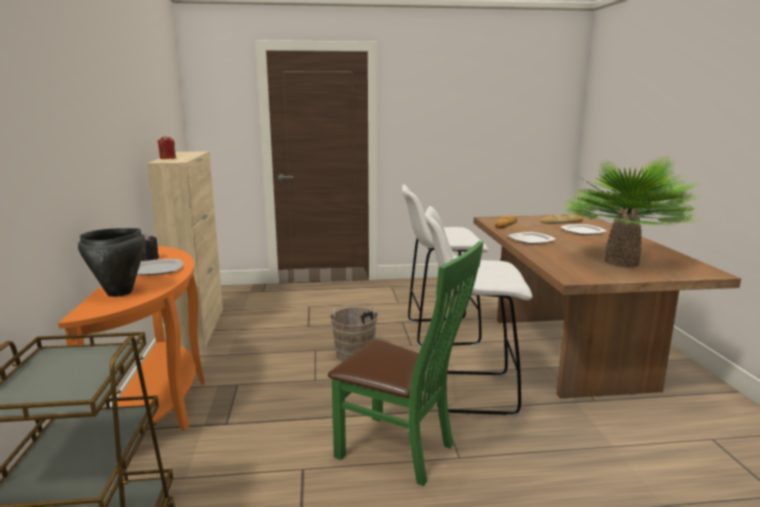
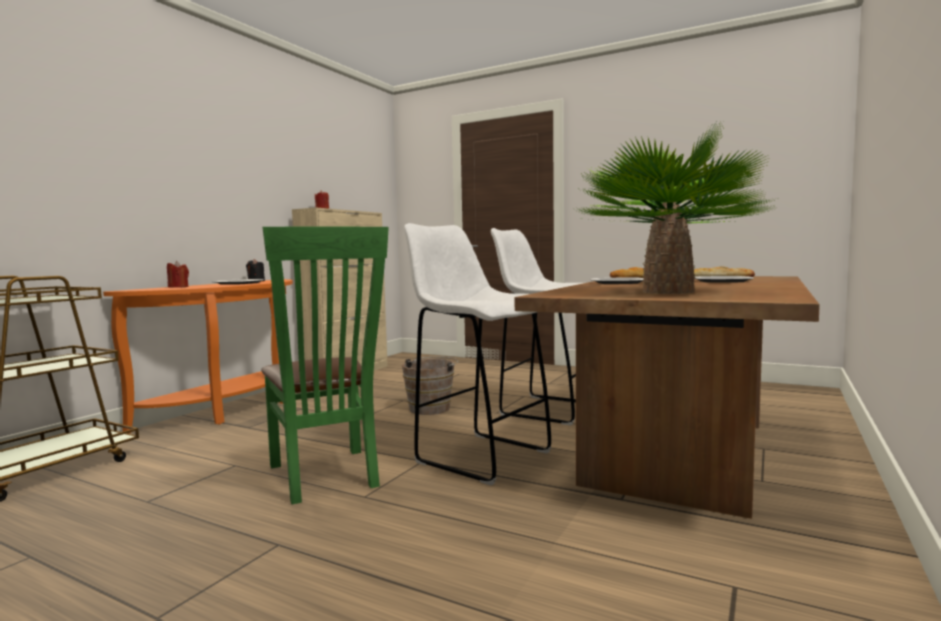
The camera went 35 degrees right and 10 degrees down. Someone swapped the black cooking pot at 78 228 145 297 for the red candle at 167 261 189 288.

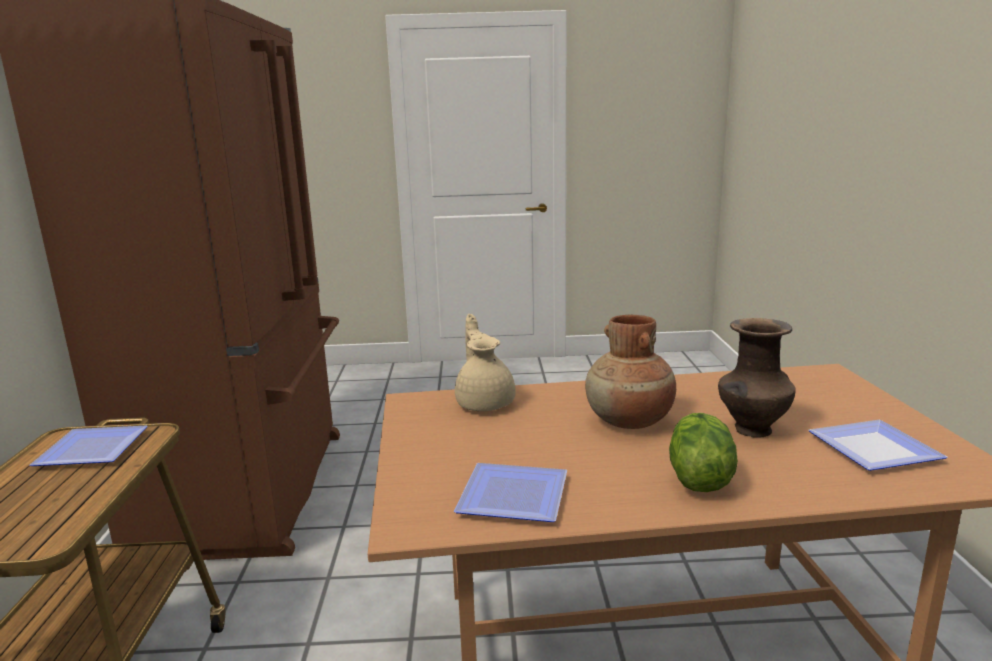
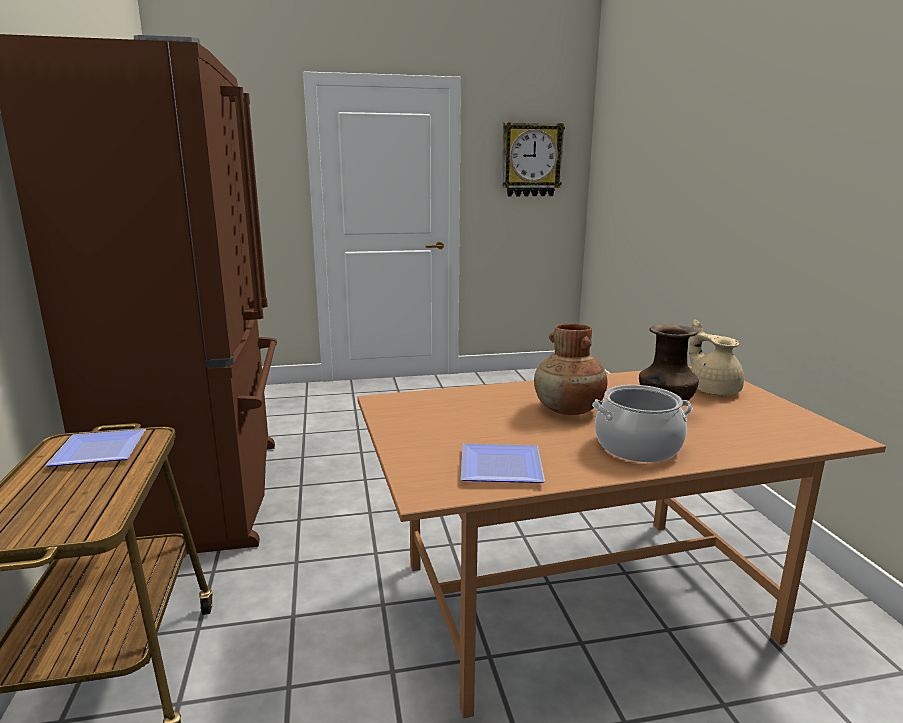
The camera went 10 degrees left and 0 degrees up. Someone carried the beige teapot from 455 314 516 411 to 689 320 744 396. Someone swapped the lettuce at 669 413 738 492 for the cooking pot at 592 385 693 462. Someone took away the plate at 808 420 948 471. Someone put up the wall clock at 502 122 565 196.

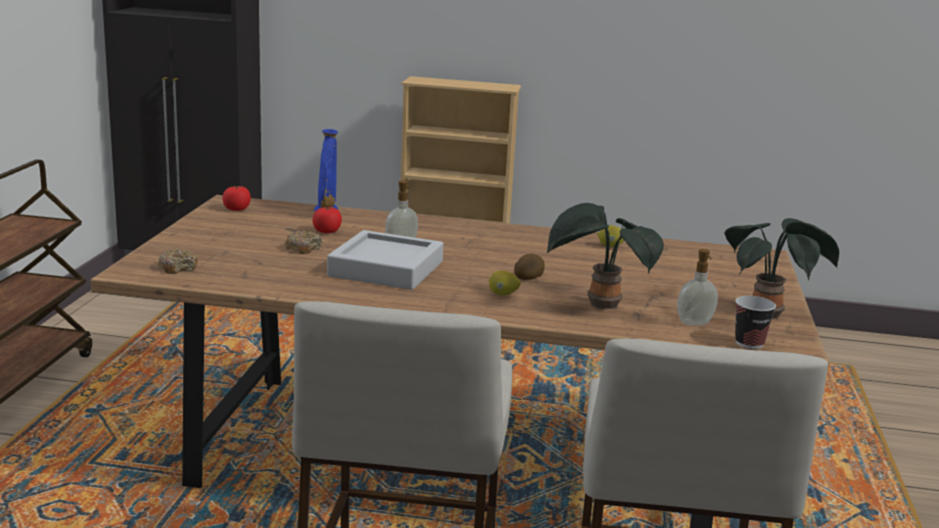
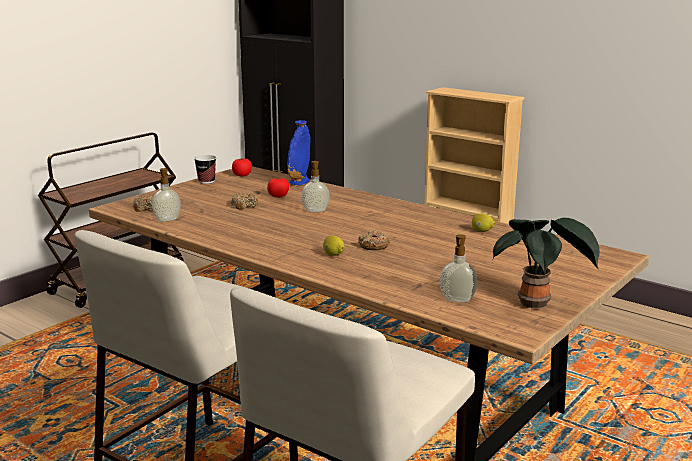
The camera went 30 degrees right and 0 degrees up. Someone took away the grey tray at 327 230 443 290. Someone swapped the potato at 514 254 545 280 for the donut at 358 231 390 250. Someone took away the potted plant at 547 203 664 309. Someone carried the cup from 735 296 776 349 to 194 155 217 184. Someone put down the soap dispenser at 152 168 181 222.

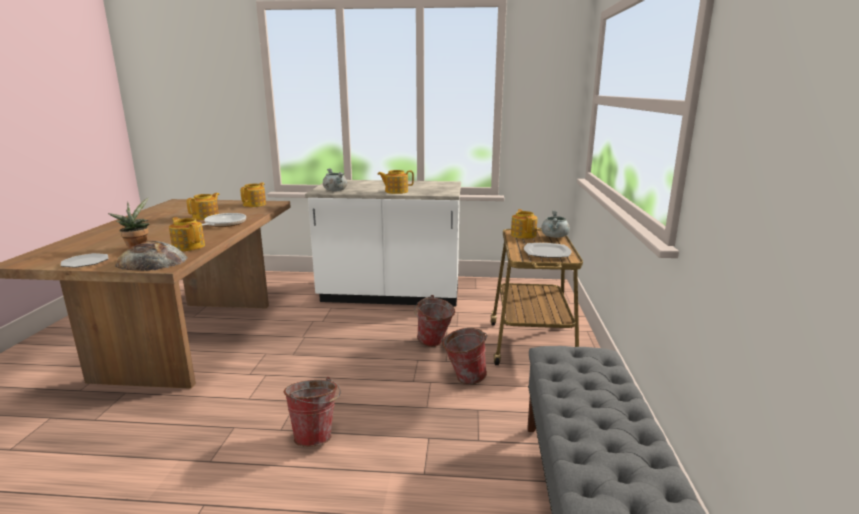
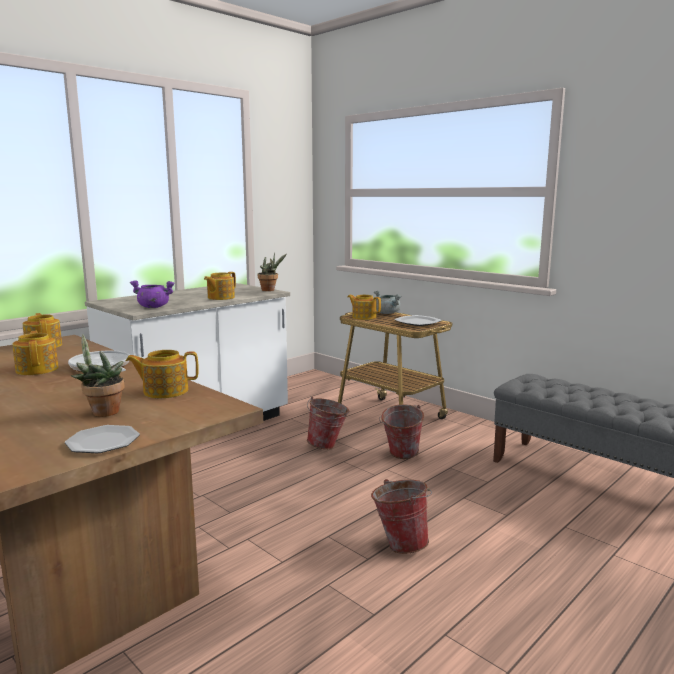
The camera went 50 degrees left and 5 degrees down. Someone took away the bread at 115 241 188 271. Someone repainted the grey cooking pot at 323 168 347 191, which became the purple cooking pot at 130 280 175 308. Someone put down the potted plant at 258 252 287 291.

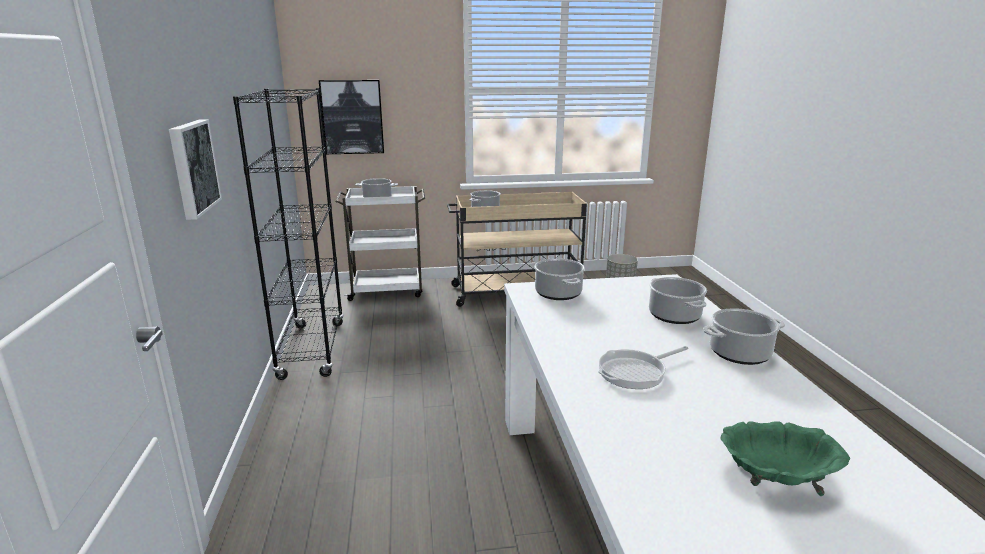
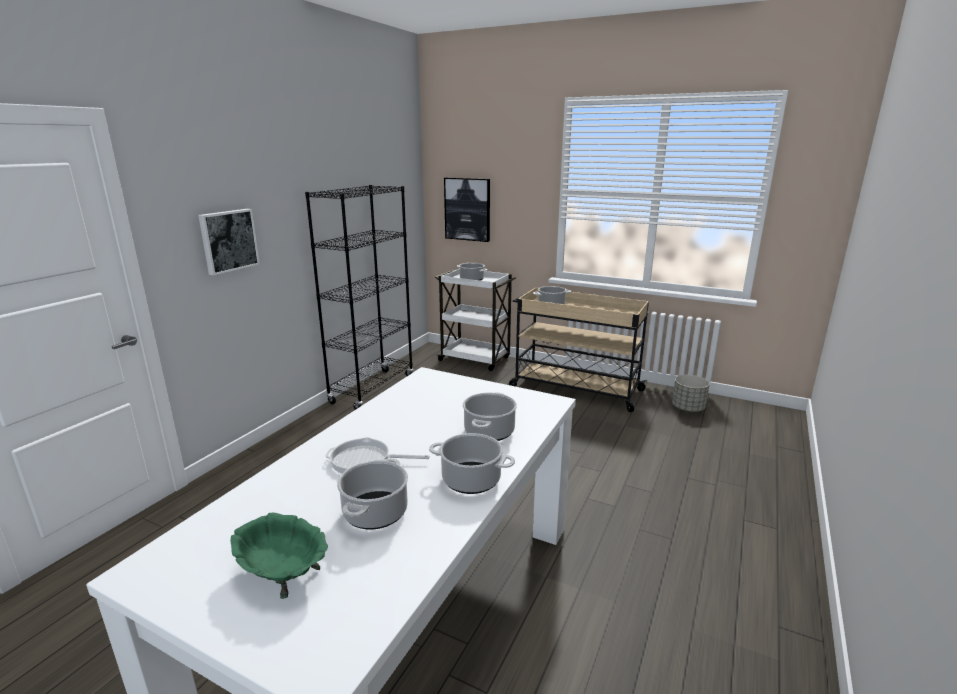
The camera went 35 degrees right and 0 degrees up. Someone carried the cooking pot from 534 258 585 300 to 337 458 408 530.

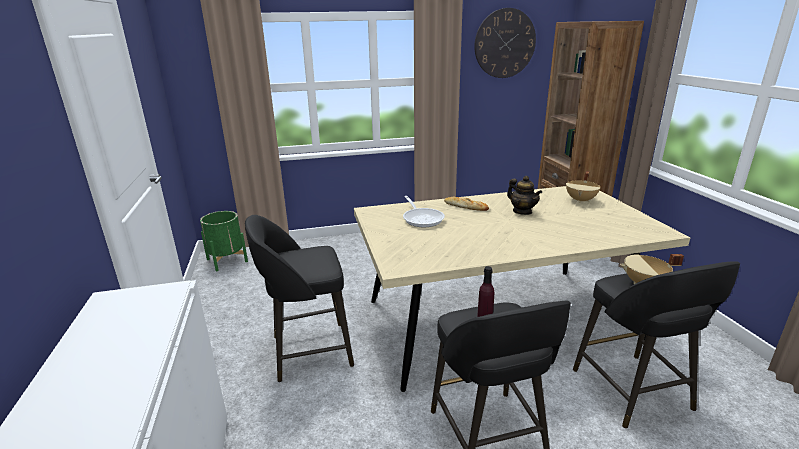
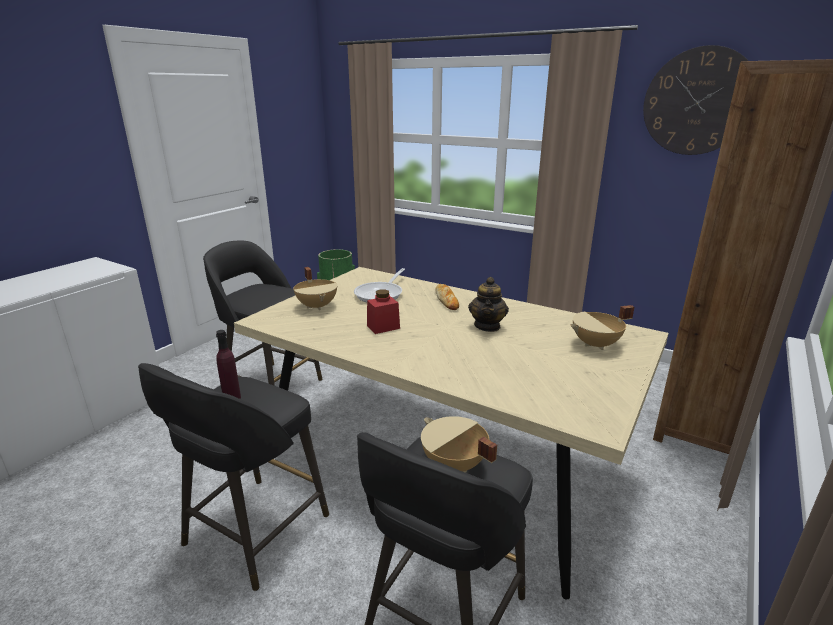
The camera went 45 degrees right and 0 degrees up. Someone put down the beige cooking pot at 293 267 338 310. Someone put down the red jar at 367 289 400 334.

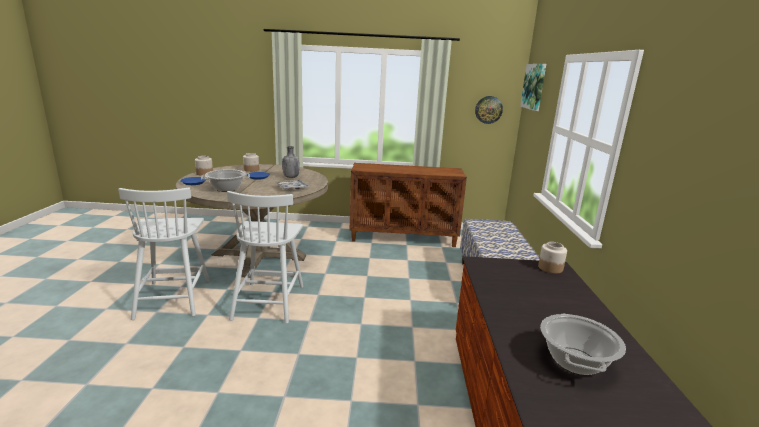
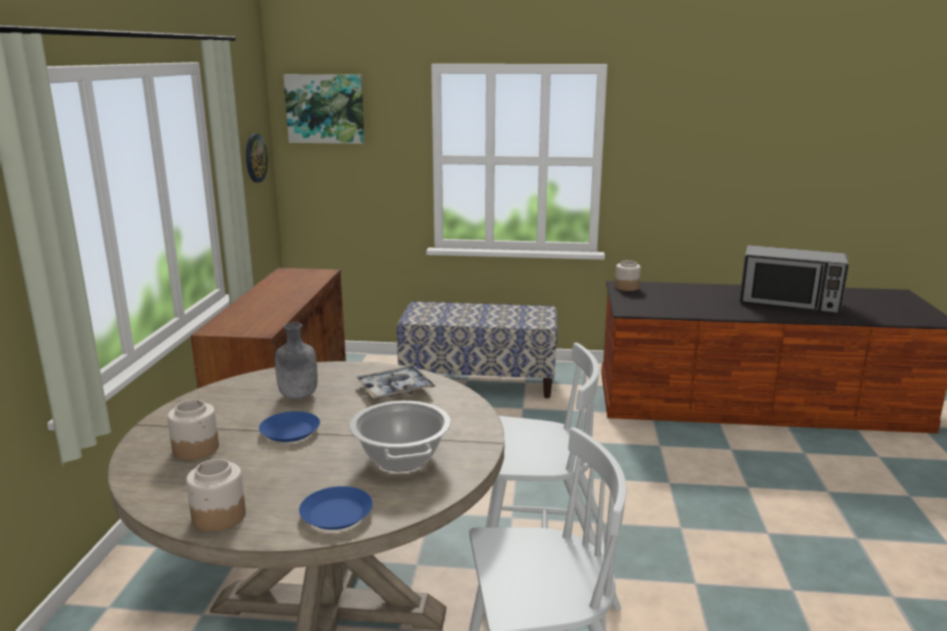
The camera went 85 degrees left and 0 degrees up. Someone swapped the cooking pot at 540 314 626 375 for the microwave at 740 245 849 313.

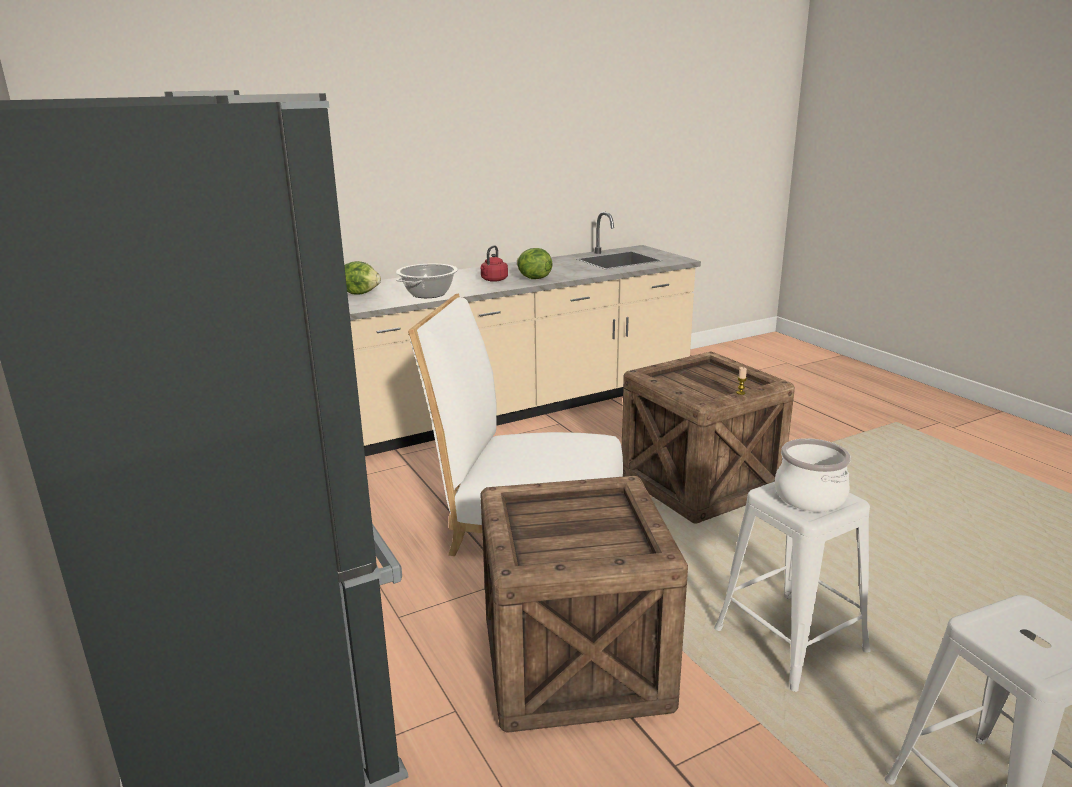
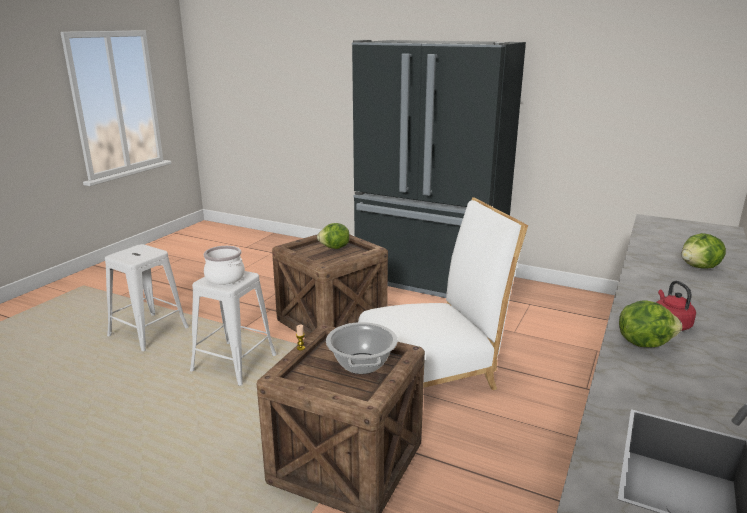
The camera went 145 degrees right and 0 degrees up. Someone carried the cooking pot from 396 264 458 298 to 326 322 398 374. Someone put down the lettuce at 317 223 350 249.

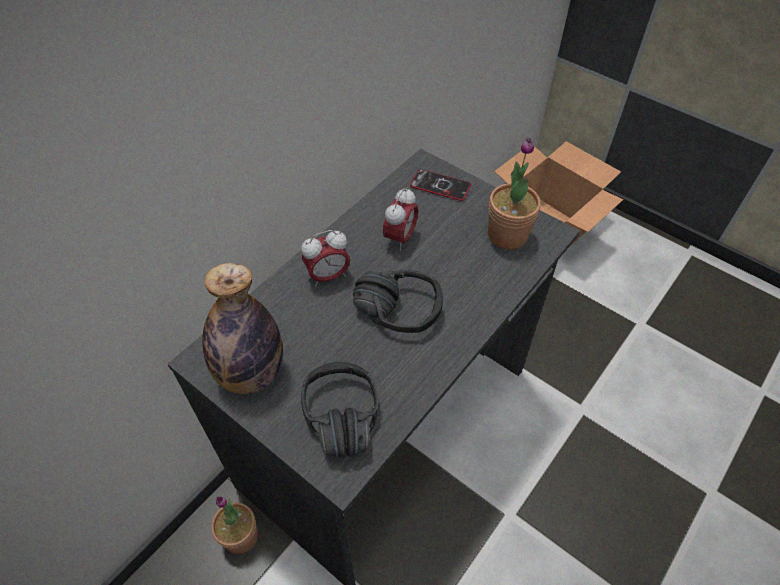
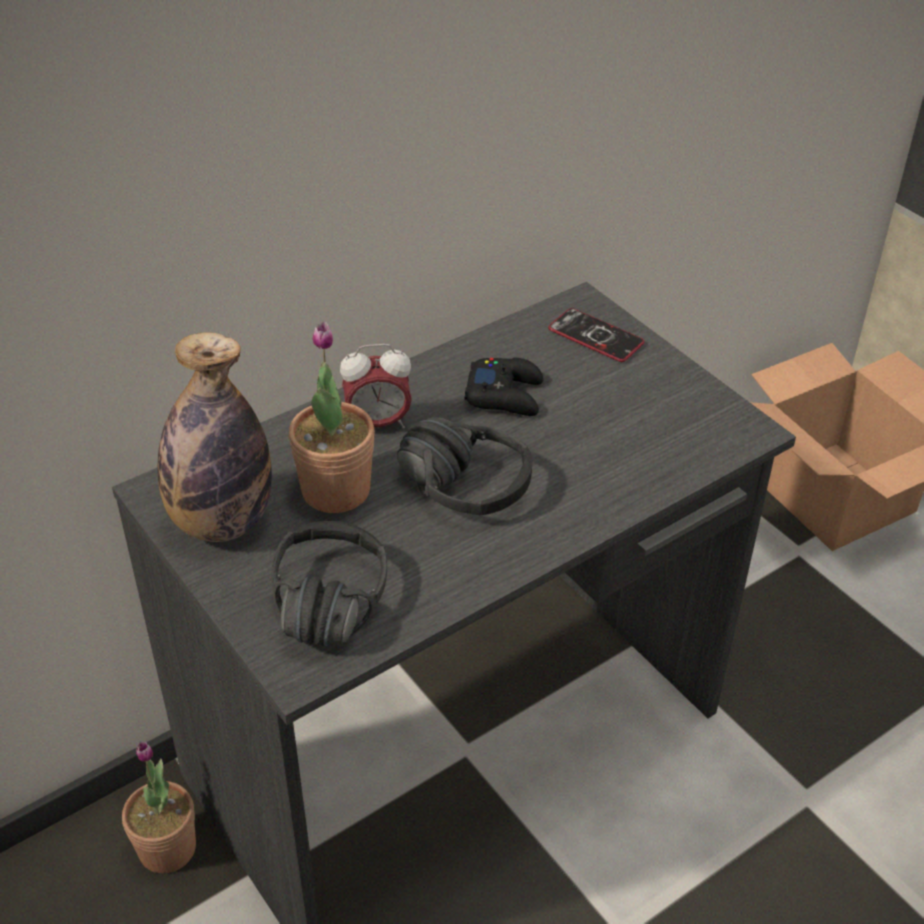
The camera went 15 degrees right and 10 degrees down. Someone swapped the alarm clock at 383 187 419 251 for the black game controller at 465 357 544 416. Someone carried the potted plant from 488 137 541 249 to 289 322 375 513.

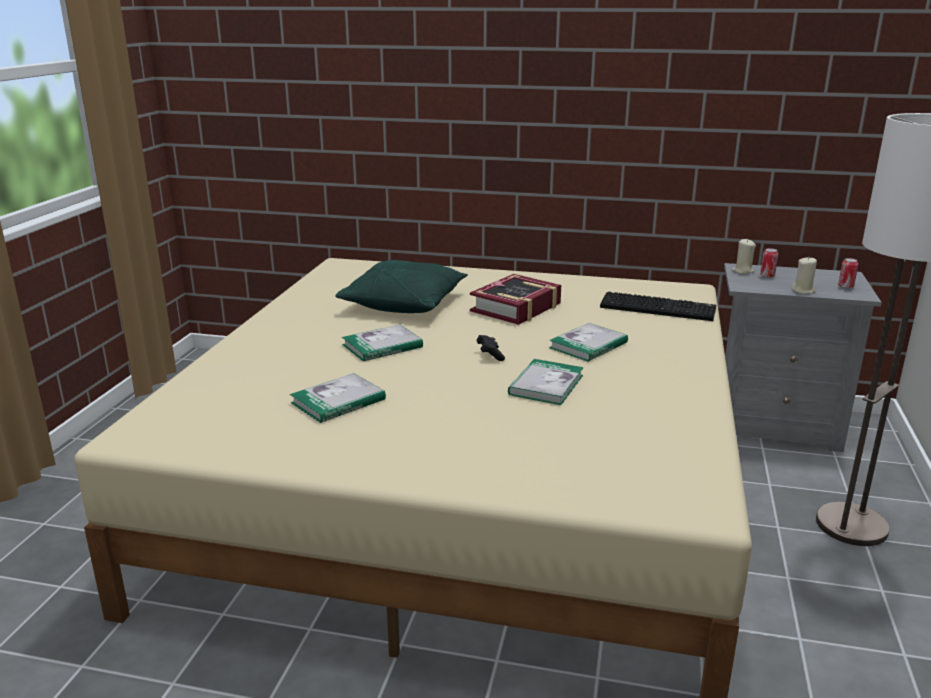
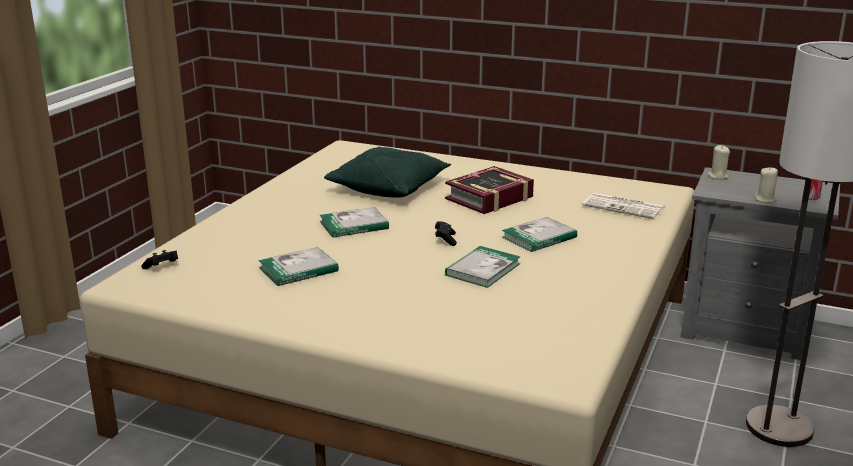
The camera went 10 degrees right and 0 degrees up. Someone swapped the keyboard at 600 292 716 321 for the newspaper at 582 193 665 219. Someone took away the can at 760 248 778 278. Someone put down the black game controller at 141 250 178 269.

